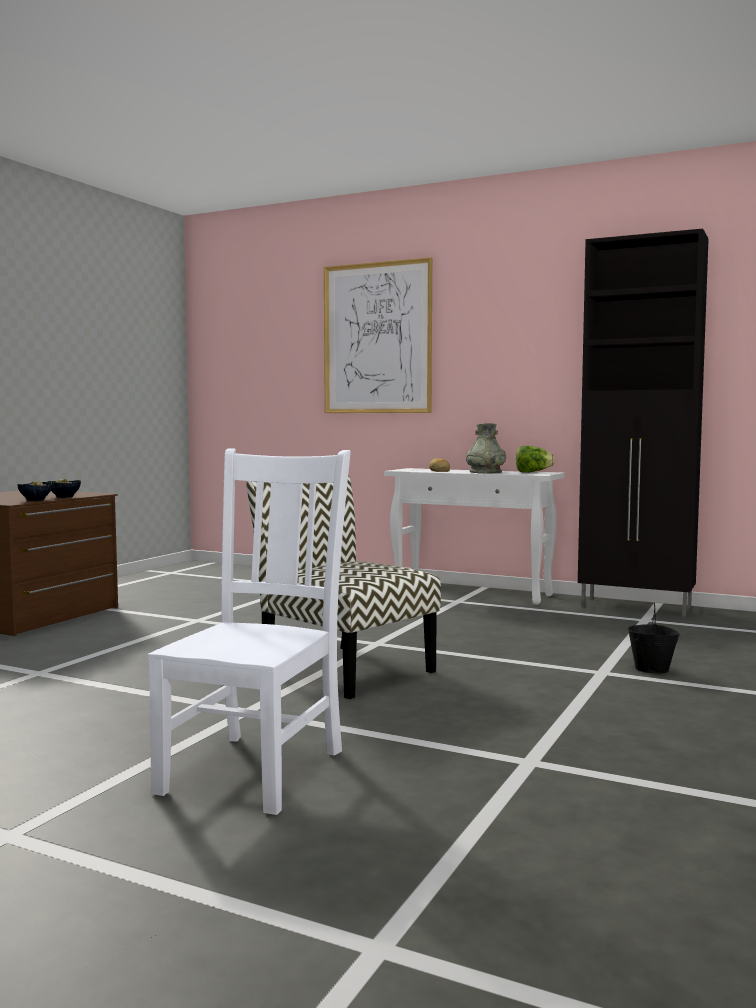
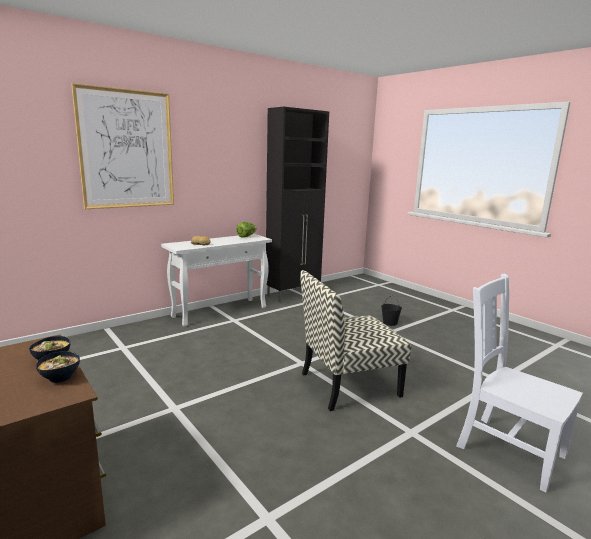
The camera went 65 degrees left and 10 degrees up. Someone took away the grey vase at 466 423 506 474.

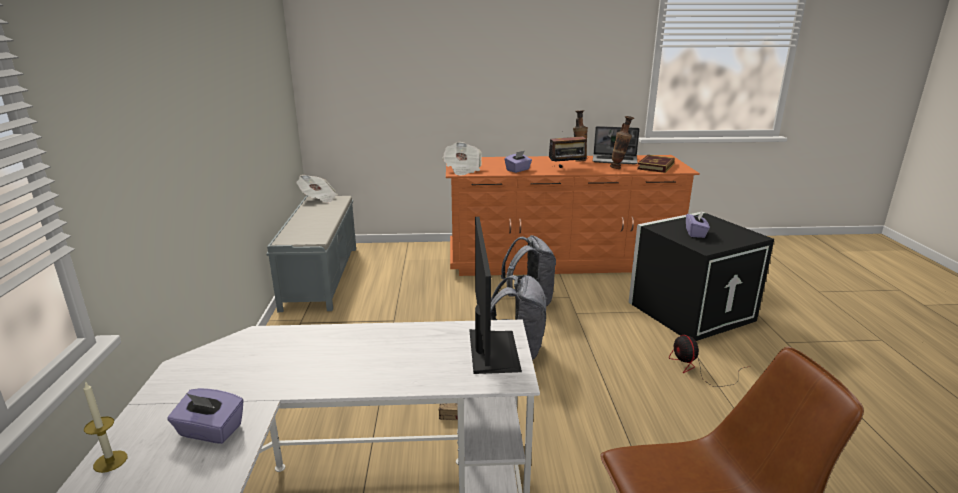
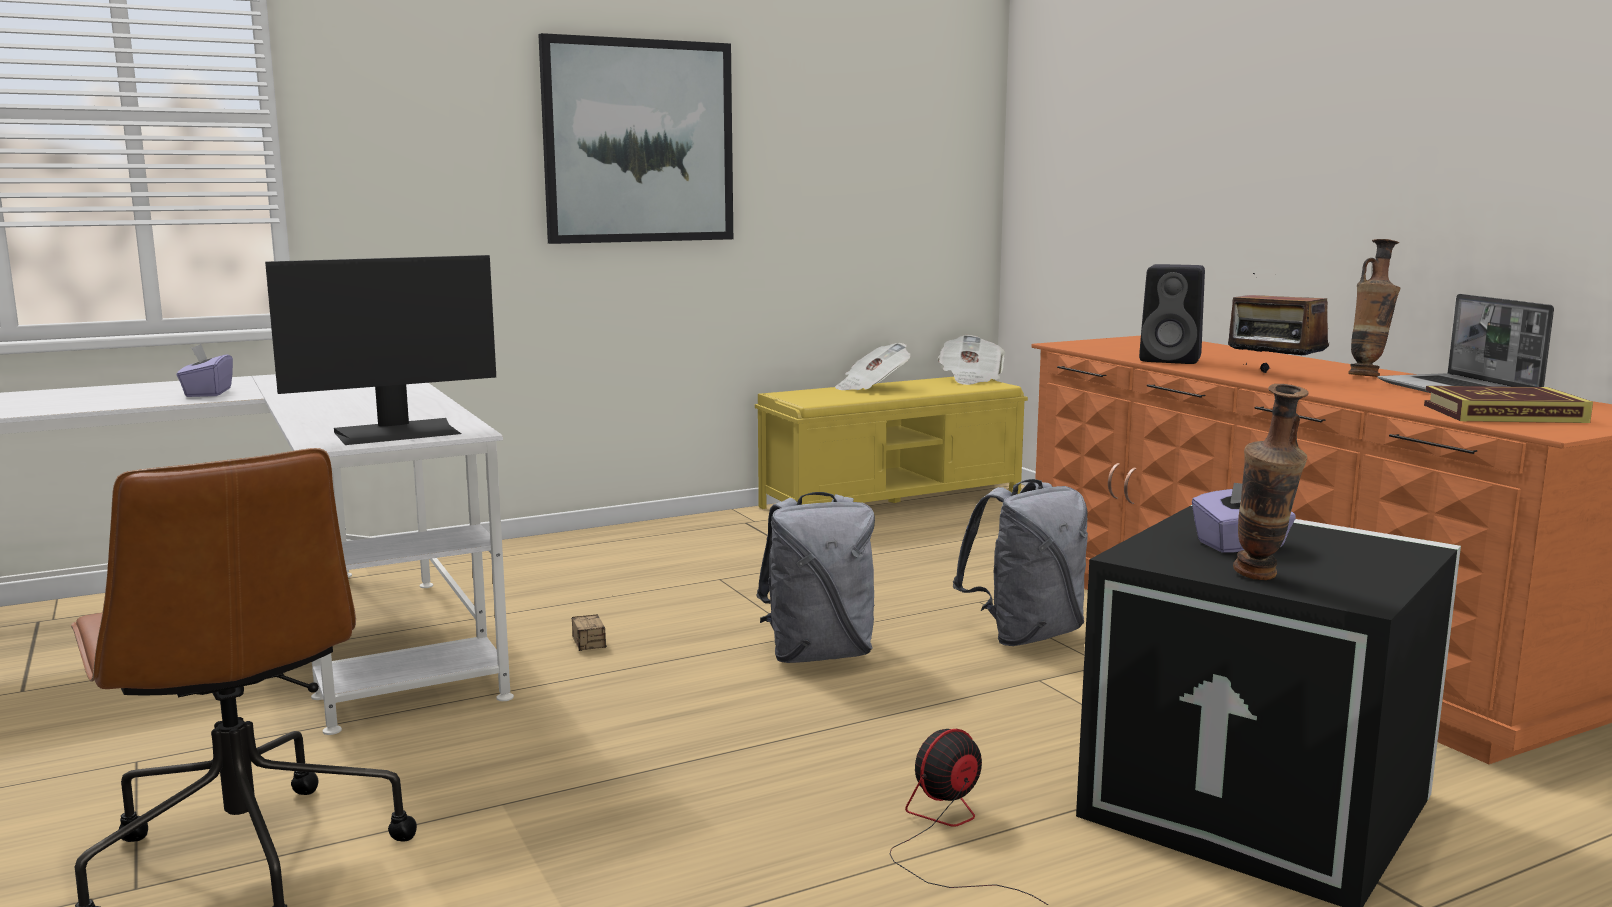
The camera went 65 degrees right and 10 degrees down. Someone took away the candle at 83 382 127 473. Someone repainted the grey bench at 266 196 356 312, which became the yellow bench at 755 377 1028 509. Someone carried the newspaper from 442 142 482 176 to 835 343 911 390. Someone swapped the purple tissue box at 505 151 532 173 for the black speaker at 1139 264 1205 364. Someone carried the vase from 610 116 634 169 to 1233 384 1309 580. Someone put up the picture at 538 33 733 244.

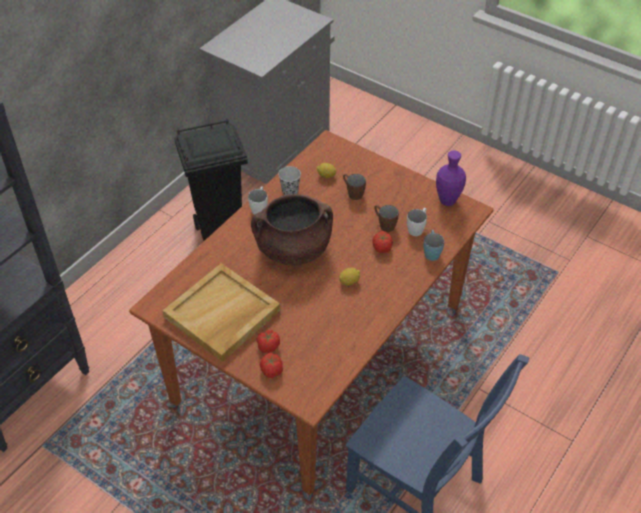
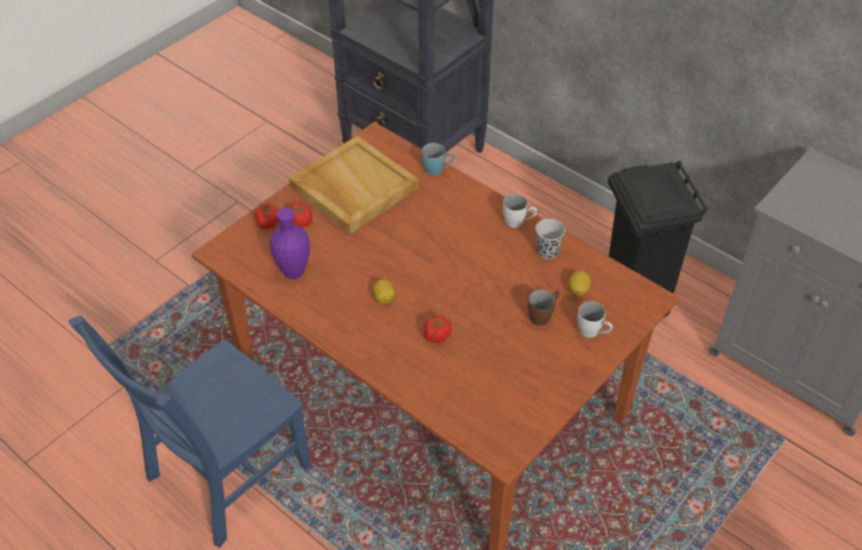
The camera went 95 degrees right and 0 degrees up. Someone took away the brown cooking pot at 251 194 333 265. Someone took away the brown mug at 374 205 399 232. Someone carried the white mug from 407 208 427 236 to 578 301 613 338. Someone carried the blue mug from 423 230 444 261 to 422 143 455 175. Someone carried the purple vase from 436 150 466 206 to 270 207 310 279.

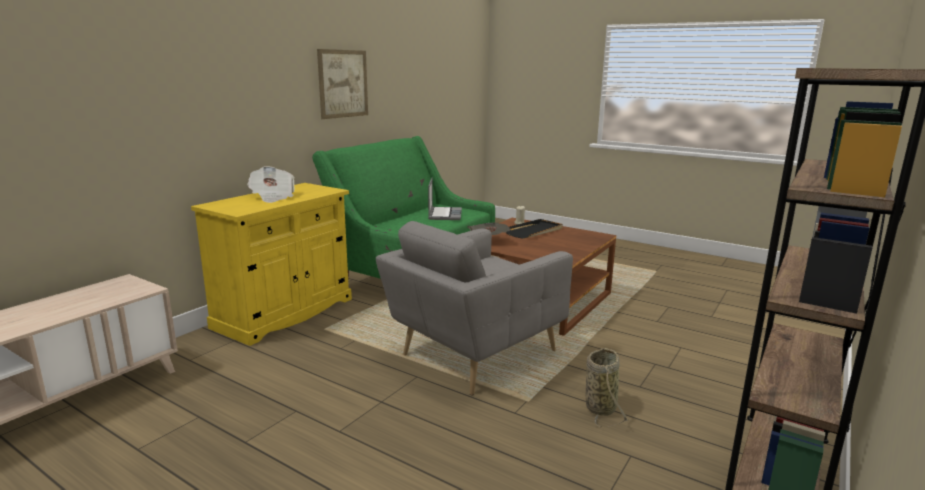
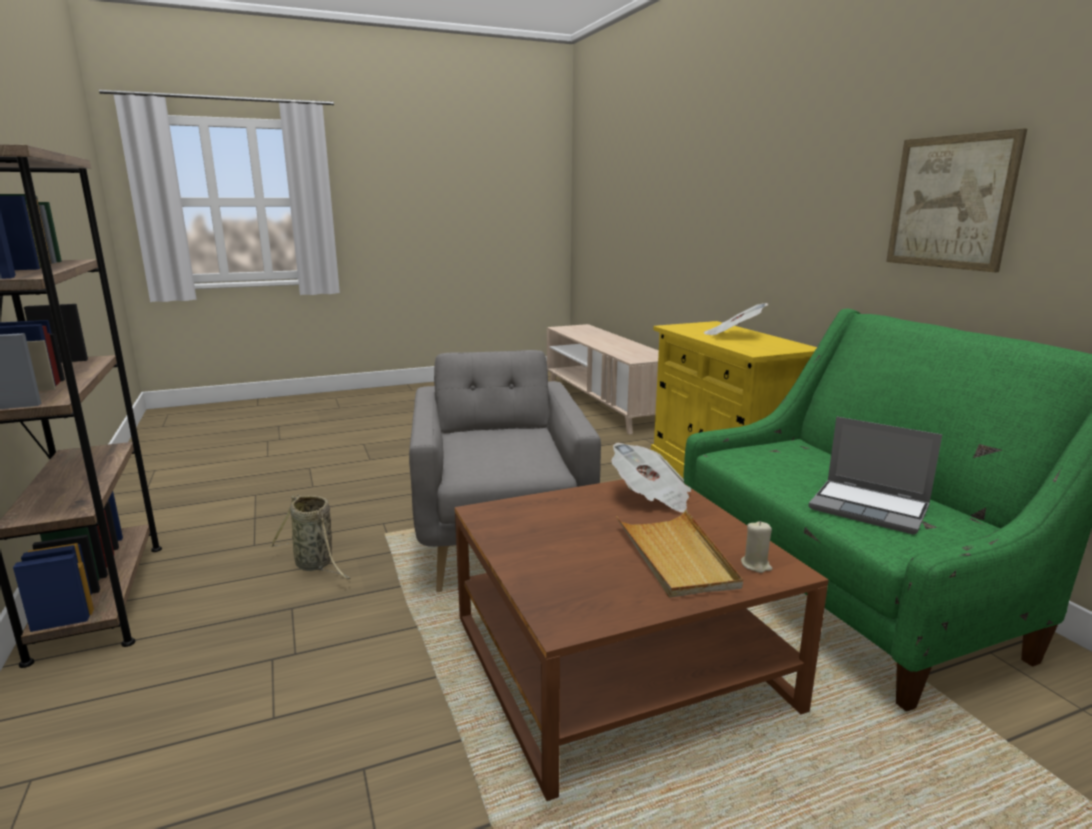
The camera went 125 degrees right and 0 degrees up. Someone repainted the black tray at 506 219 563 239, which became the beige tray at 616 509 743 597.

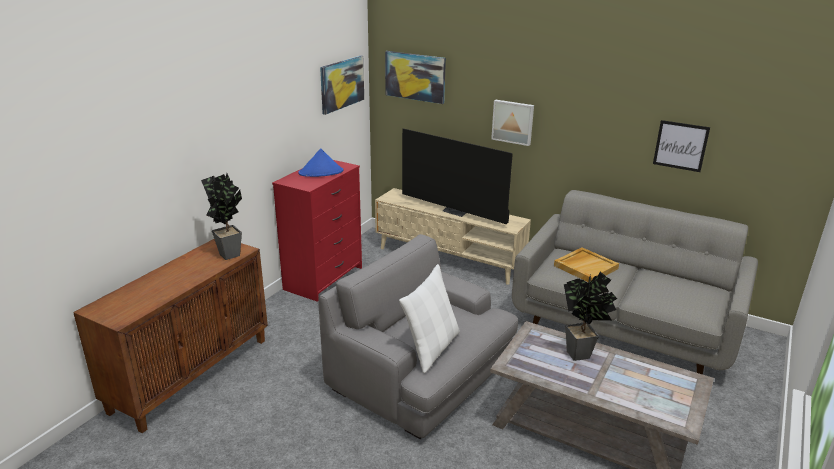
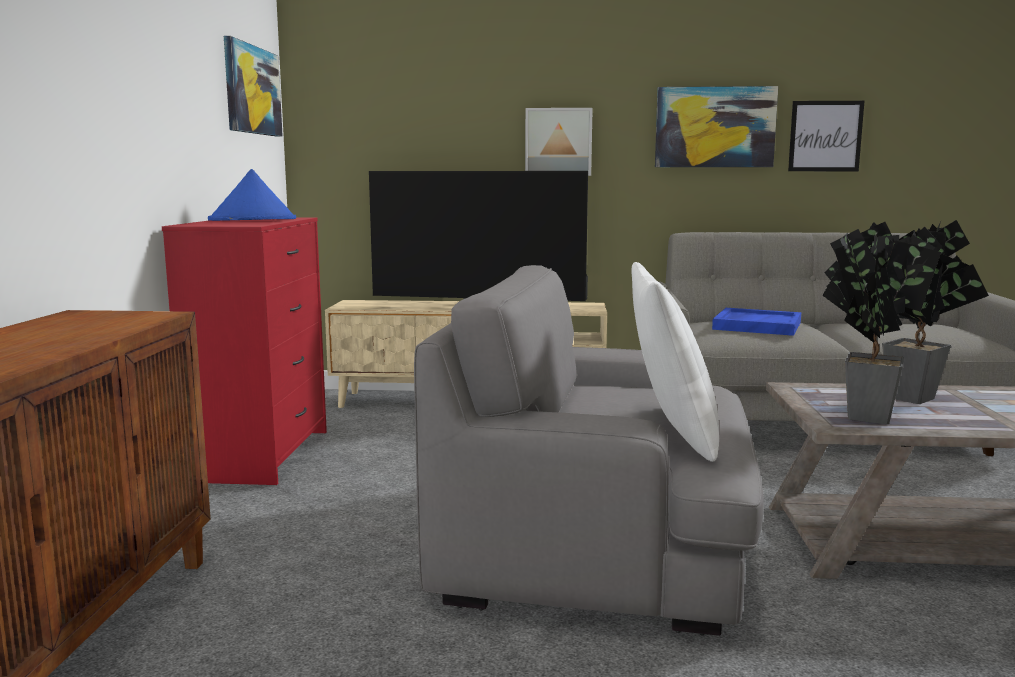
The camera went 25 degrees left and 15 degrees down. Someone carried the potted plant from 201 174 242 260 to 822 222 941 424. Someone carried the picture from 385 51 446 104 to 655 86 778 167. Someone repainted the beige tray at 554 248 619 282, which became the blue tray at 712 308 801 336.

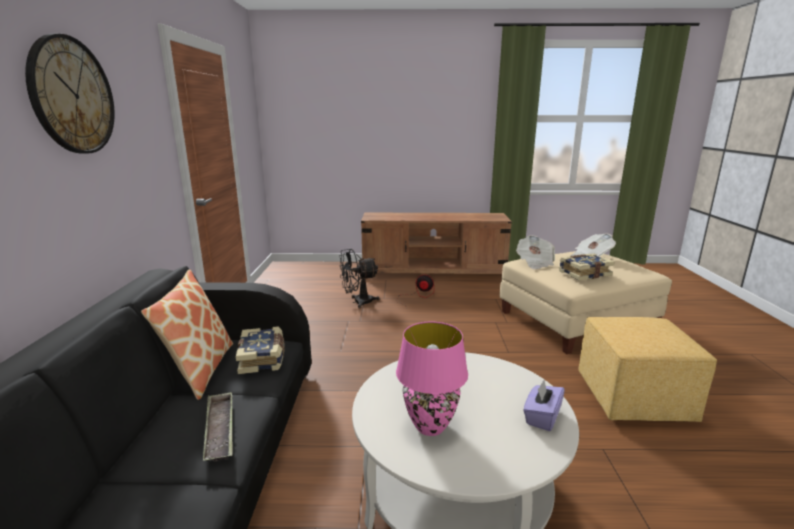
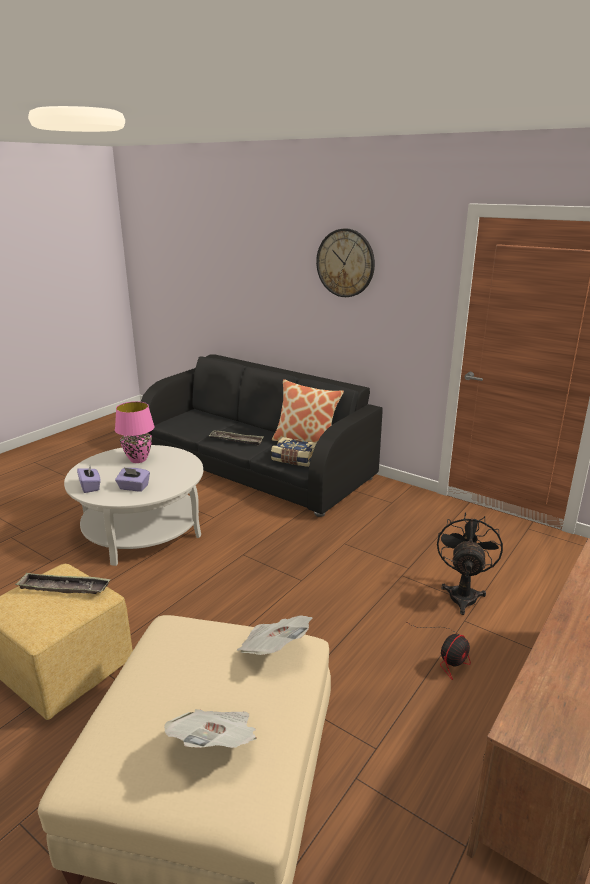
The camera went 125 degrees right and 5 degrees up. Someone took away the book at 559 253 615 281. Someone put down the tray at 15 573 111 594. Someone put down the purple tissue box at 115 468 150 492.

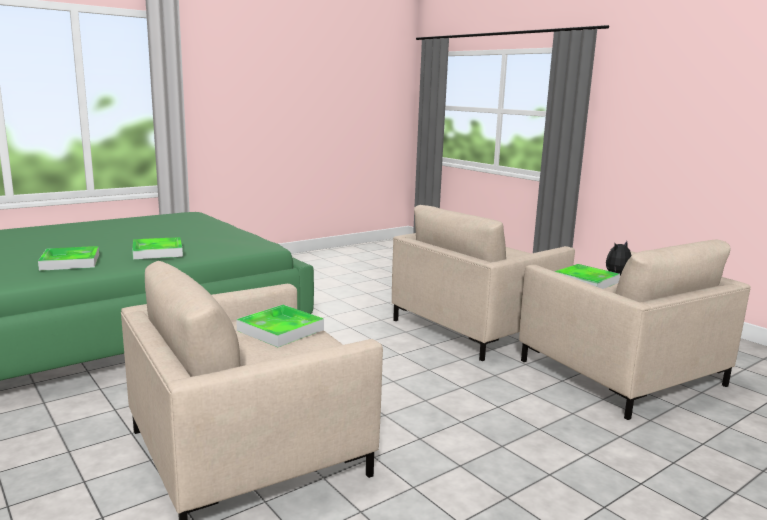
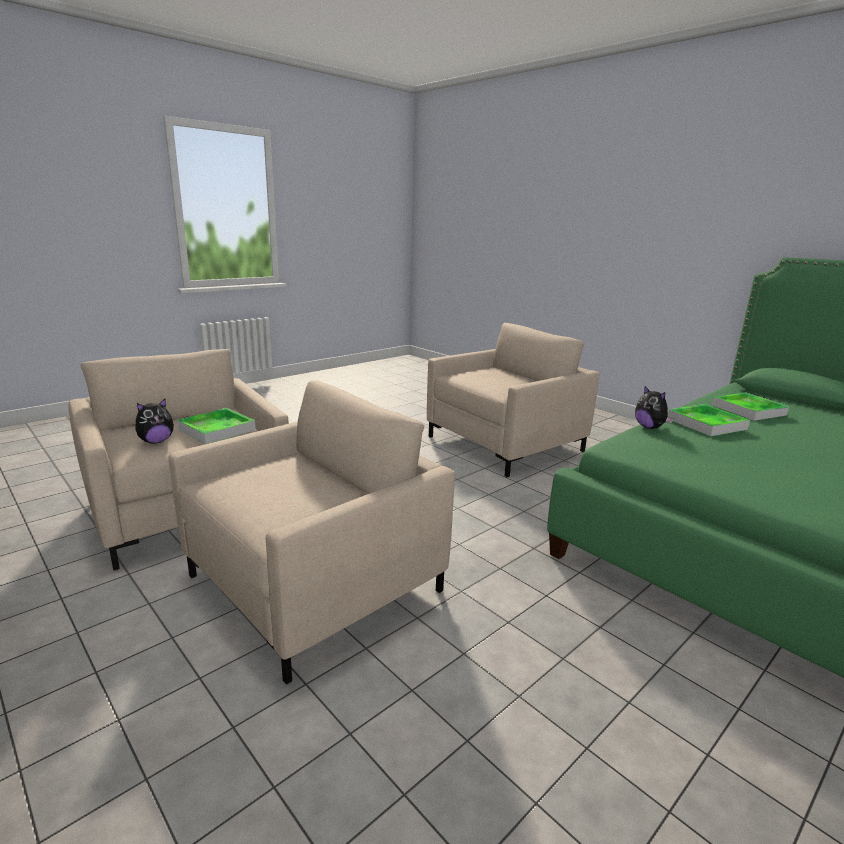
The camera went 175 degrees right and 5 degrees up. Someone took away the tray at 236 305 324 347. Someone put down the plush toy at 635 386 674 429.

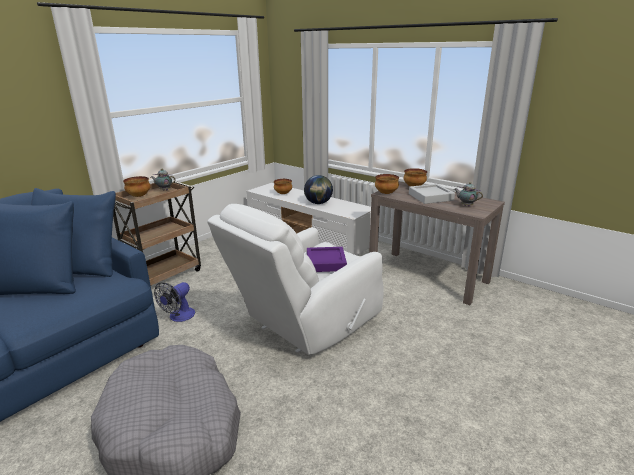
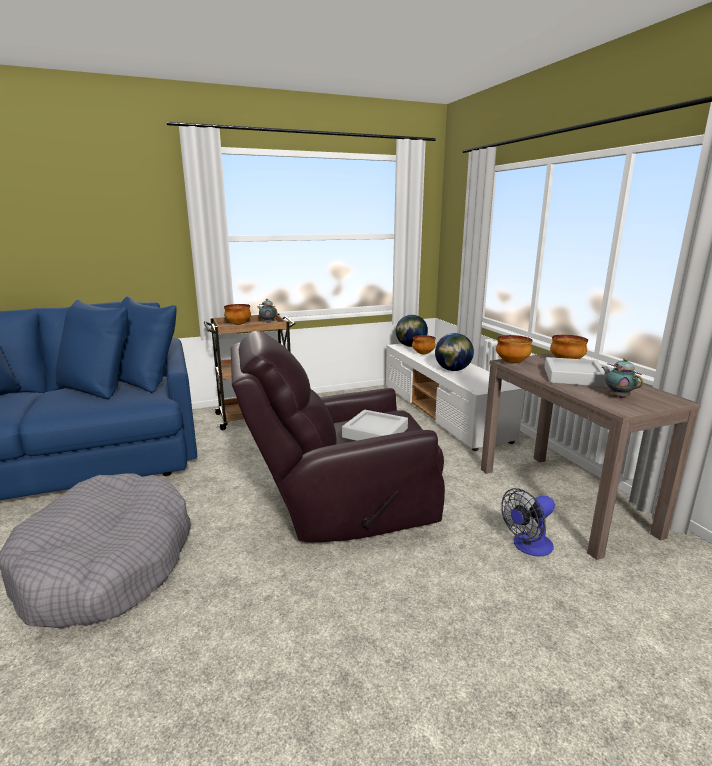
The camera went 30 degrees right and 5 degrees down. Someone carried the fan from 154 282 195 322 to 501 488 555 556. Someone repainted the white armchair at 207 204 384 355, which became the brown armchair at 231 331 445 542. Someone repainted the purple tray at 307 247 347 272, which became the grey tray at 342 410 408 441. Someone put down the globe at 396 315 428 347.

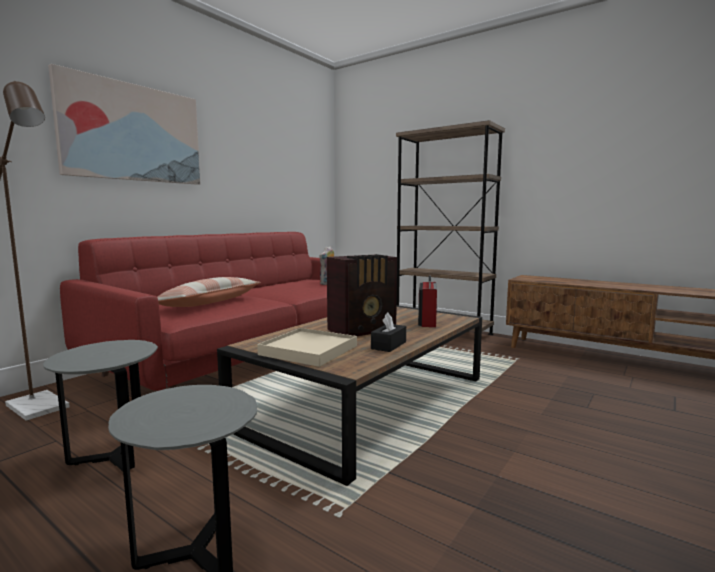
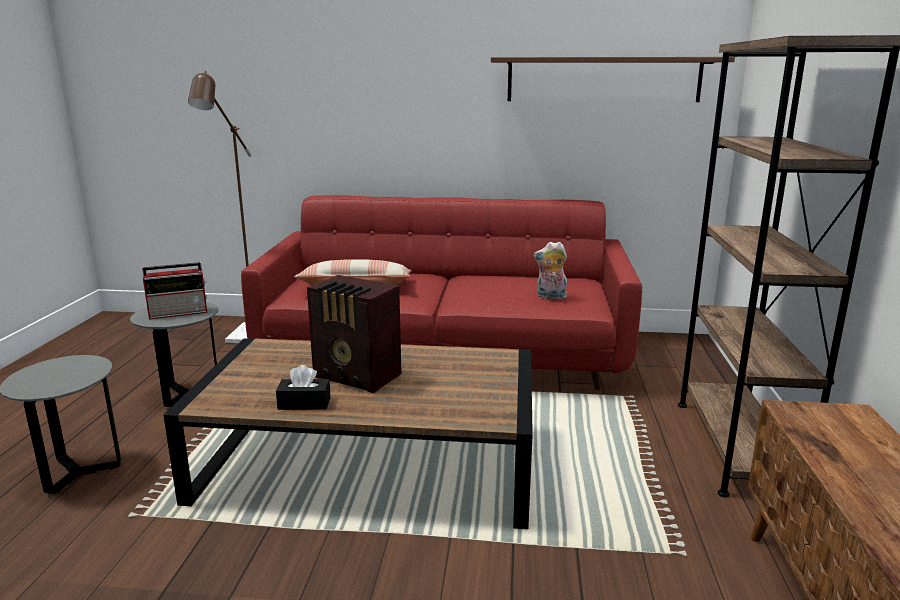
The camera went 60 degrees right and 10 degrees up. Someone took away the picture at 48 64 200 185. Someone took away the beige tray at 257 328 357 367. Someone carried the radio from 418 275 437 327 to 142 262 207 319. Someone put up the brown shelf at 491 57 735 102.

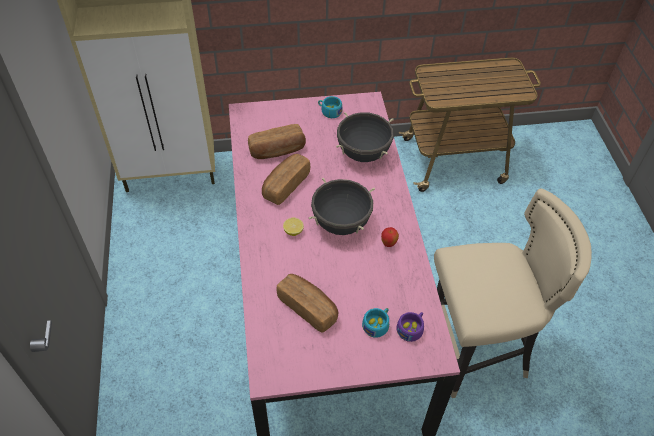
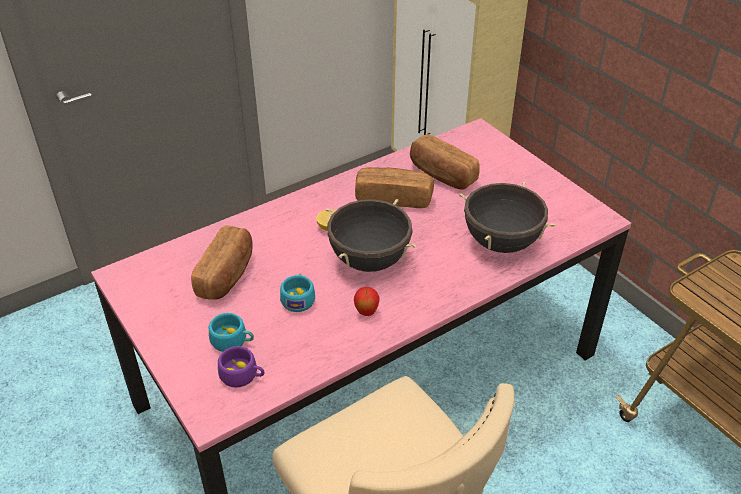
The camera went 65 degrees right and 10 degrees down. Someone carried the turquoise cup from 318 96 342 118 to 280 273 315 312.

